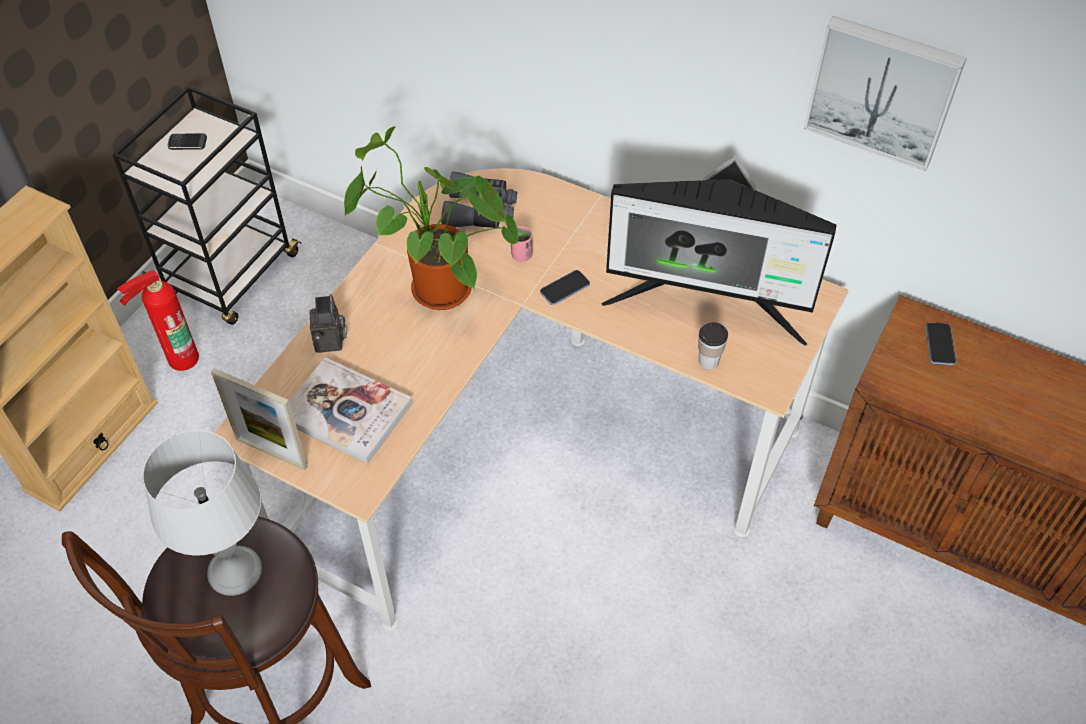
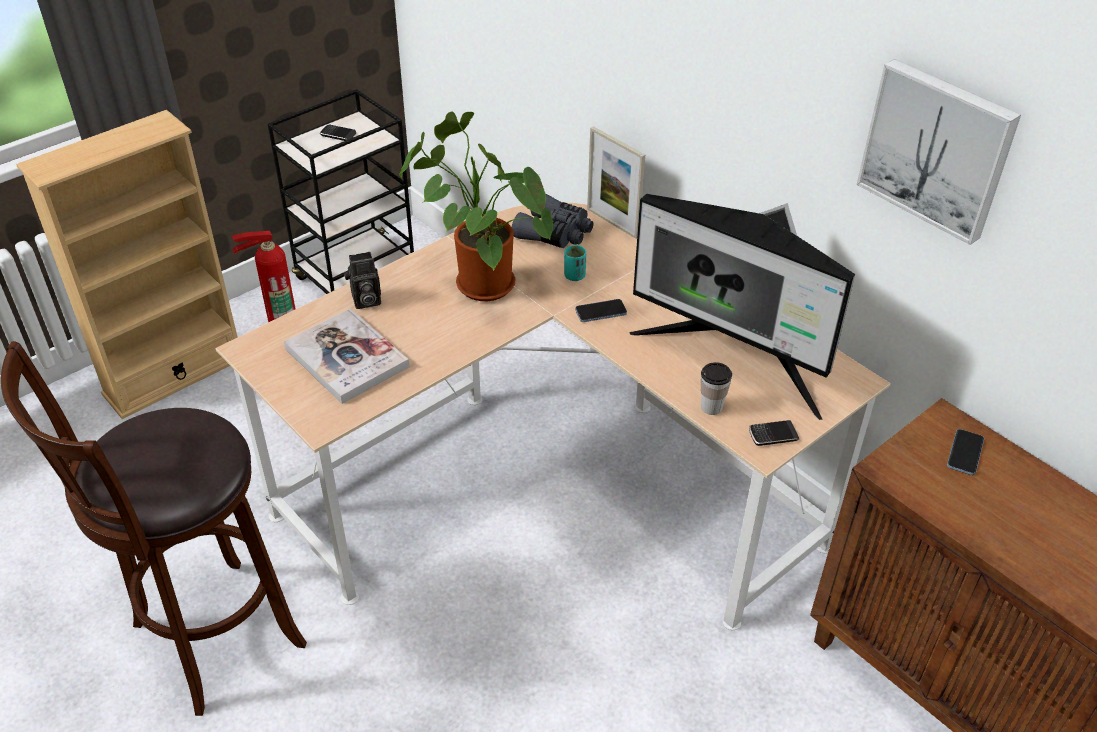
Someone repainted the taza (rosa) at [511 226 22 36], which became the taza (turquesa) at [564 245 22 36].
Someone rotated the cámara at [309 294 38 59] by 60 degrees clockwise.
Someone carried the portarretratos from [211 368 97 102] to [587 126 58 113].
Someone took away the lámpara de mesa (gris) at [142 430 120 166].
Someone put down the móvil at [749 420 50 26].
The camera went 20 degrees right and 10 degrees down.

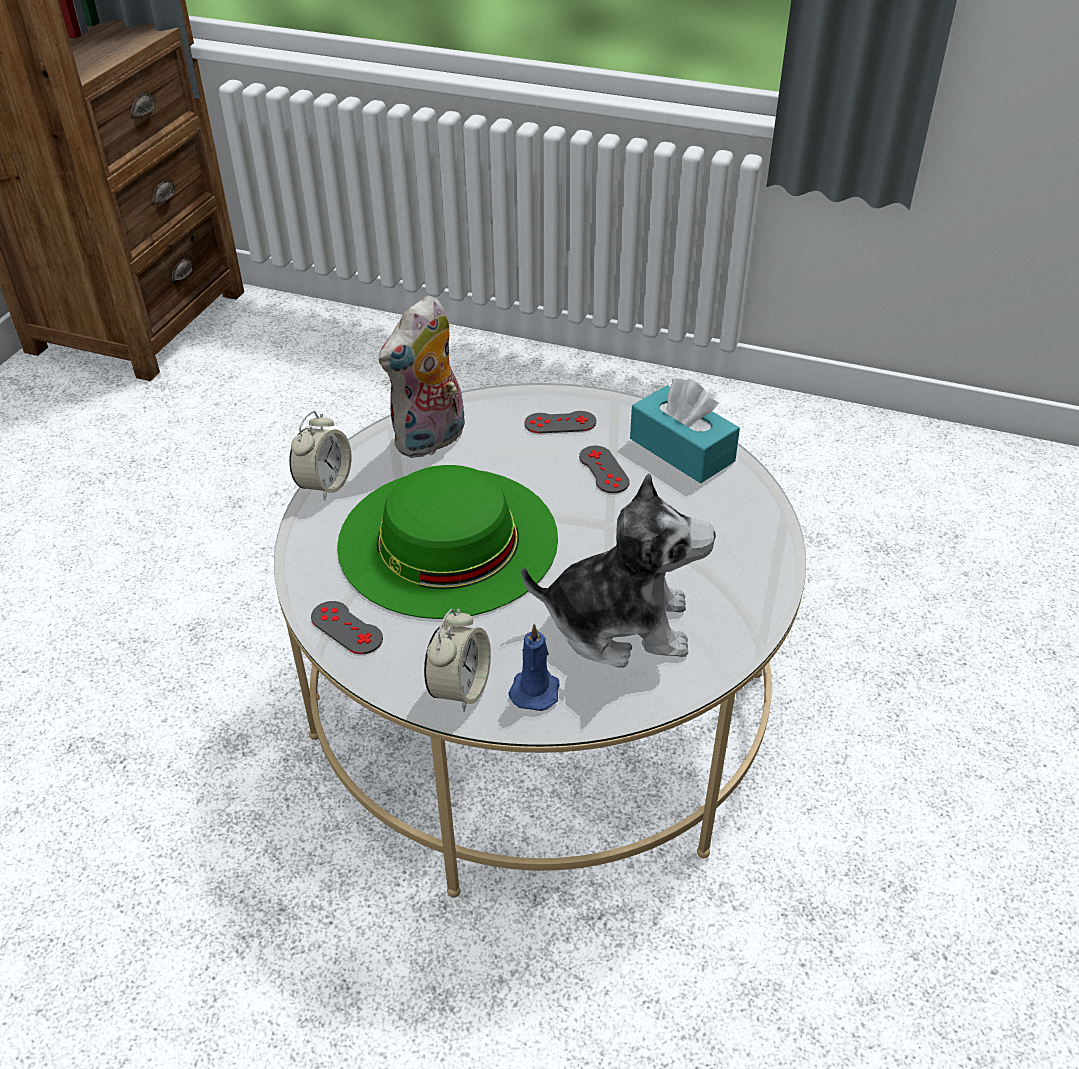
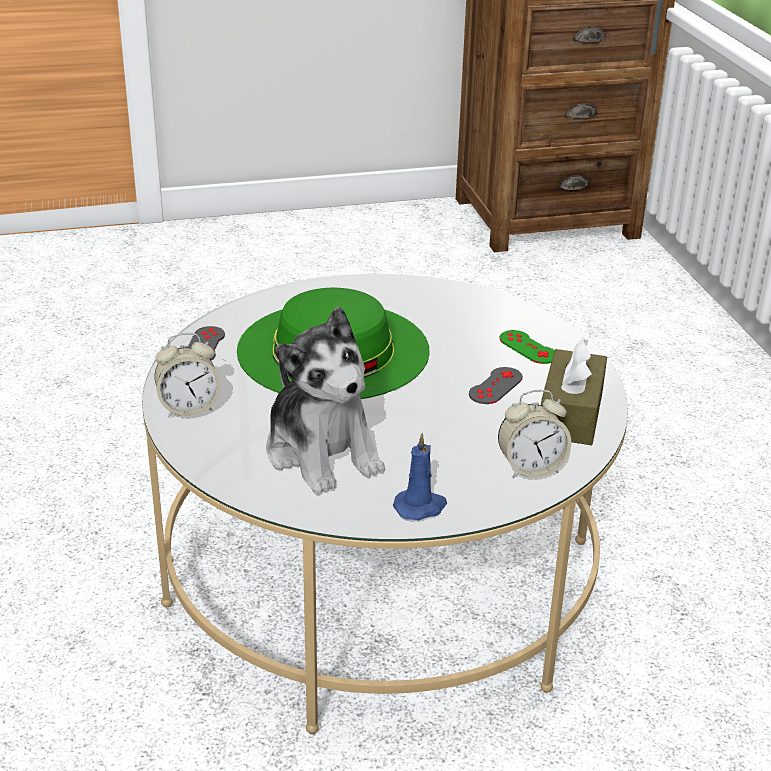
Someone took away the peluche at [379 295 86 163].
Someone repainted the caja de pañuelos (turquesa) at [630 378 110 105], which became the caja de pañuelos (marrón) at [541 338 66 107].
Someone carried the despertador from [289 411 62 90] to [498 390 73 88].
Someone repainted the mando de consola (gris) at [524 411 72 22], which became the mando de consola (verde) at [500 330 54 34].
Someone carried the vela (azul) from [508 623 51 88] to [393 433 54 88].
The camera went 55 degrees right and 10 degrees down.

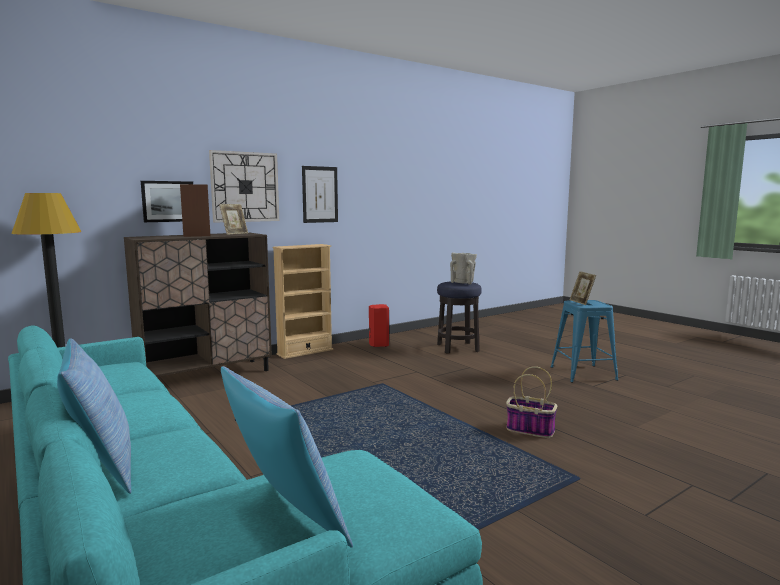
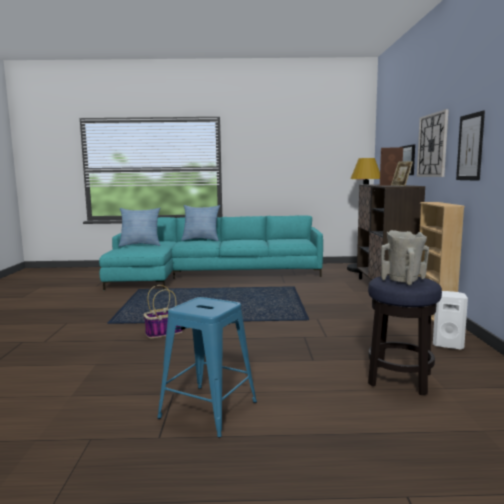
Someone took away the portarretratos at [569 271 27 34].
Someone repainted the altavoz (rojo) at [369 304 20 43], which became the altavoz (blanco) at [433 291 35 58].
The camera went 125 degrees right and 0 degrees up.

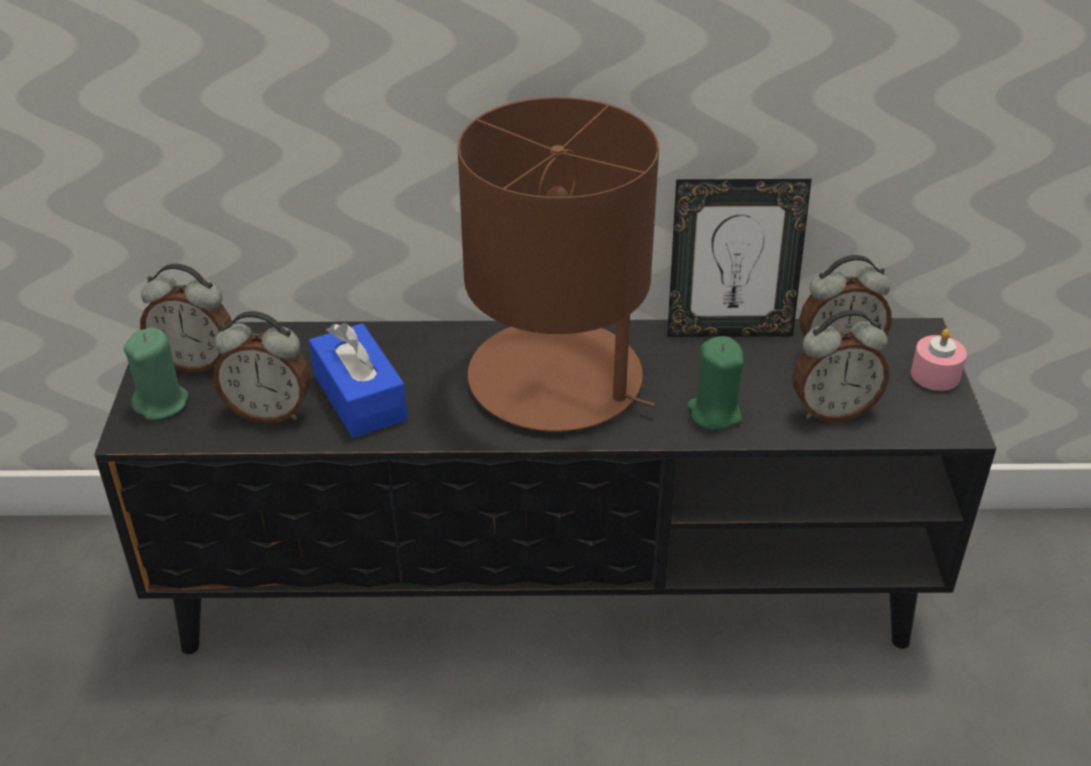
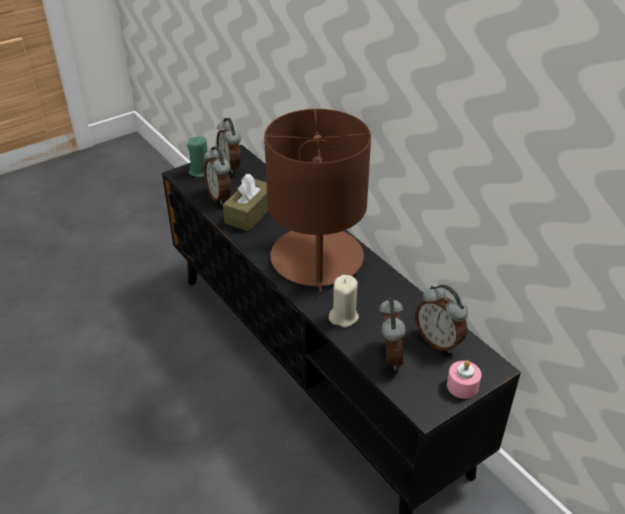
Someone took away the portarretratos at [667 179 145 158].
Someone rotated the despertador at [792 310 97 112] by 135 degrees counterclockwise.
Someone repainted the caja de pañuelos (azul) at [309 323 99 115], which became the caja de pañuelos (marrón) at [223 174 45 57].
Someone repainted the vela (verde) at [687 336 57 95], which became the vela (beis) at [329 275 30 53].
The camera went 55 degrees right and 0 degrees up.

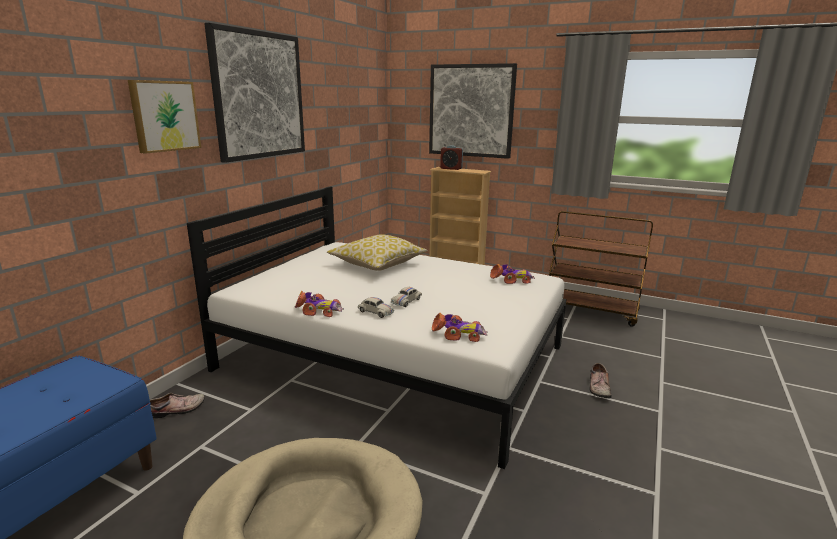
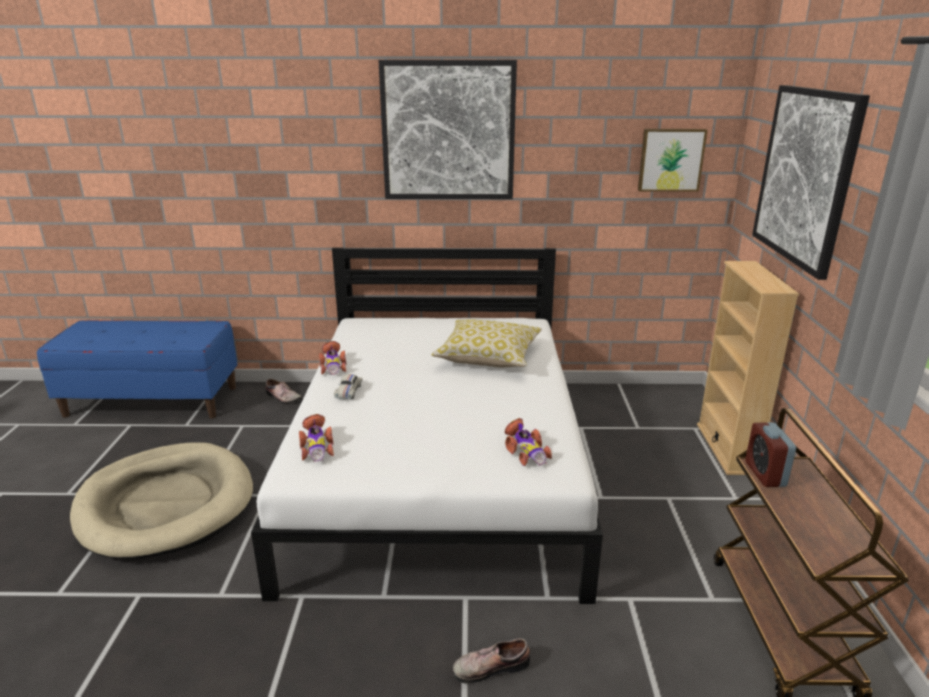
Someone carried the cuadro from [128 80 73 74] to [638 129 69 63].
Someone carried the despertador from [440 145 23 25] to [745 422 51 65].
Someone took away the coche de juguete (blanco) at [391 287 31 20].
The camera went 65 degrees right and 5 degrees up.

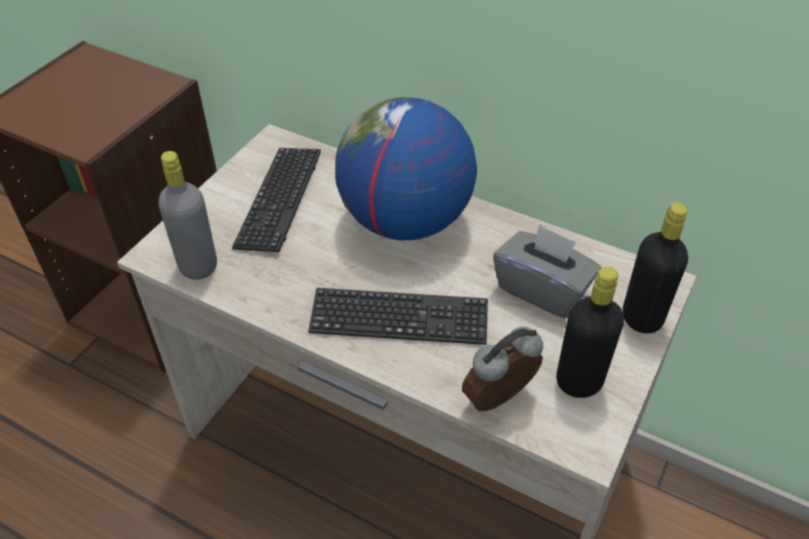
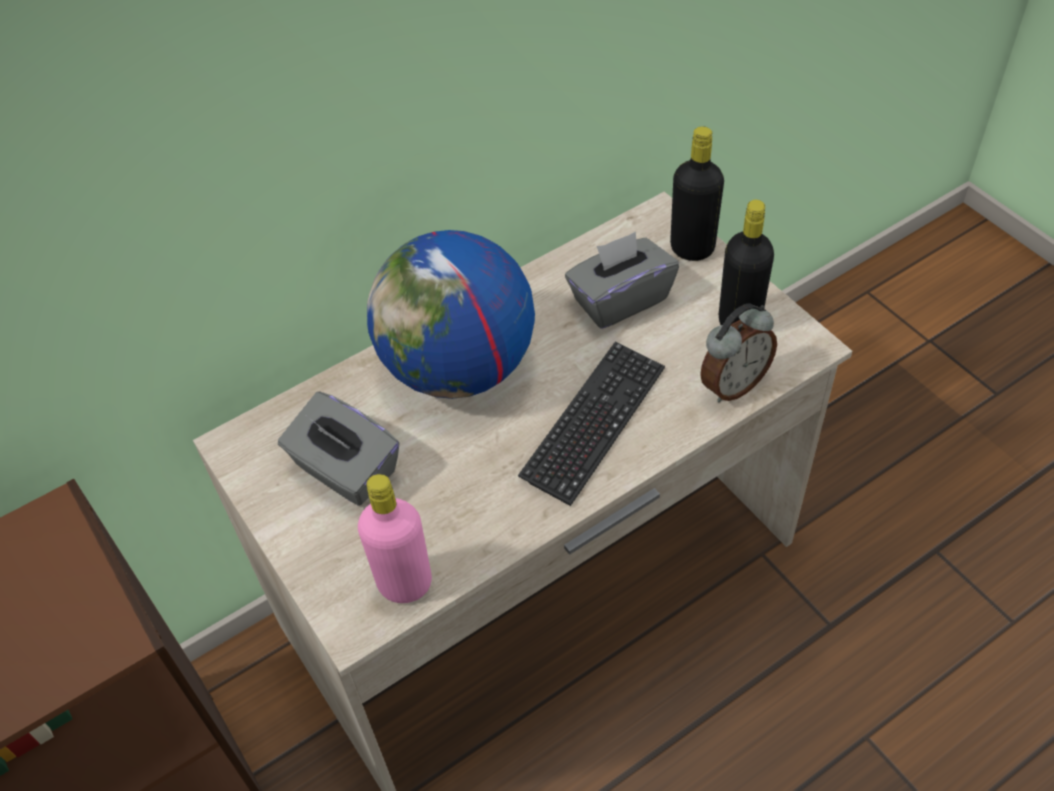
Someone swapped the teclado at [232 148 89 104] for the caja de pañuelos (gris) at [278 392 122 114].
Someone repainted the botella (gris) at [158 151 59 129], which became the botella (rosa) at [358 474 74 129].
Someone rotated the despertador at [462 327 81 84] by 120 degrees counterclockwise.
The camera went 60 degrees left and 5 degrees up.

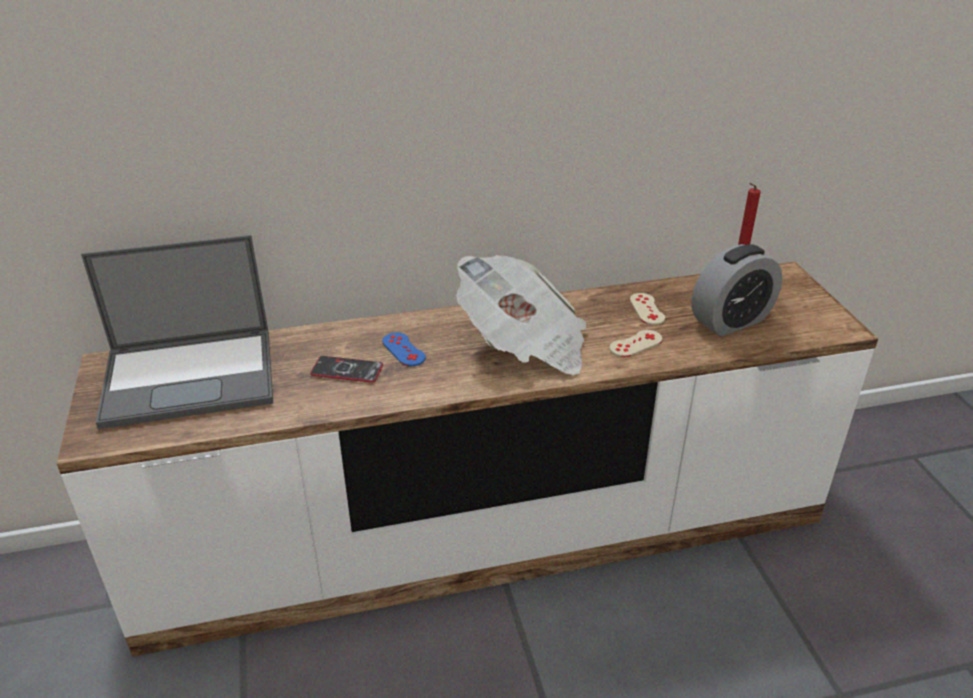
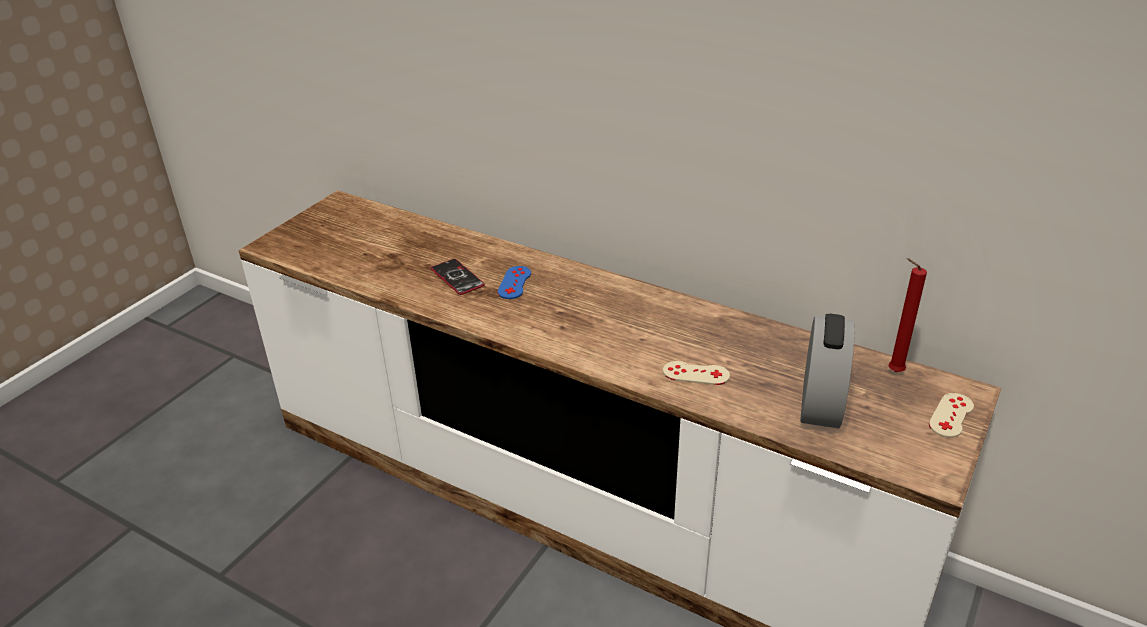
Someone took away the portátil at [81 235 192 194].
Someone rotated the despertador at [691 244 92 92] by 90 degrees counterclockwise.
Someone took away the periódico at [456 255 131 120].
Someone carried the mando de consola (beis) from [630 293 35 32] to [929 393 45 45].
The camera went 45 degrees right and 0 degrees up.

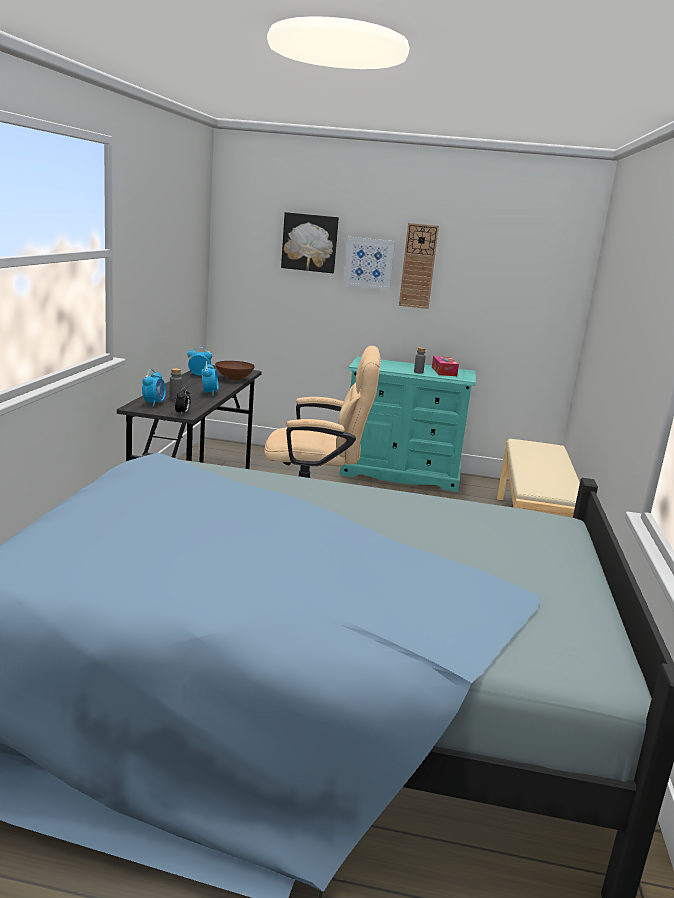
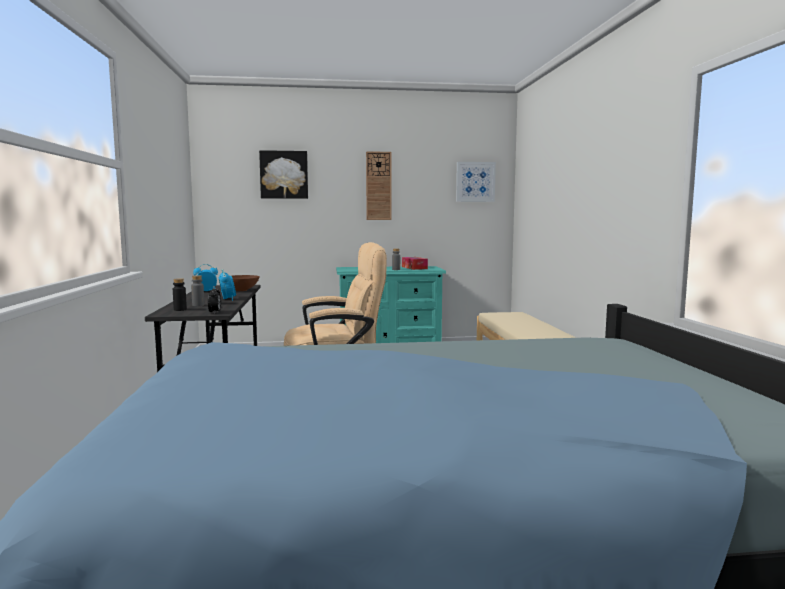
Someone carried the cuadro from [343 237 52 53] to [456 162 40 40].
Someone swapped the despertador at [142 369 24 38] for the botella (negro) at [173 278 14 33].
The camera went 15 degrees left and 10 degrees down.

